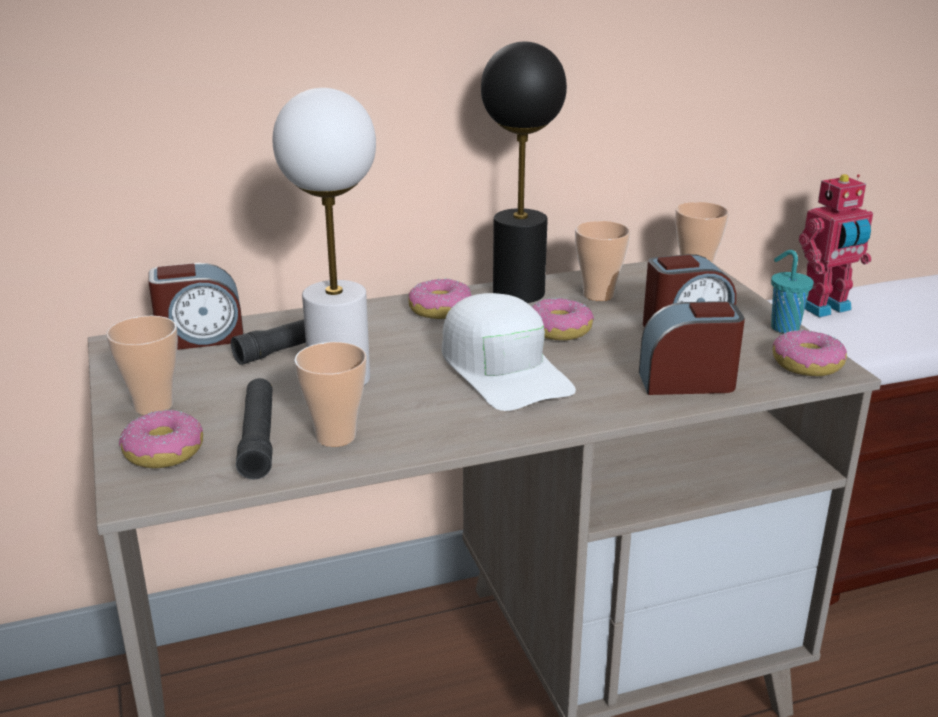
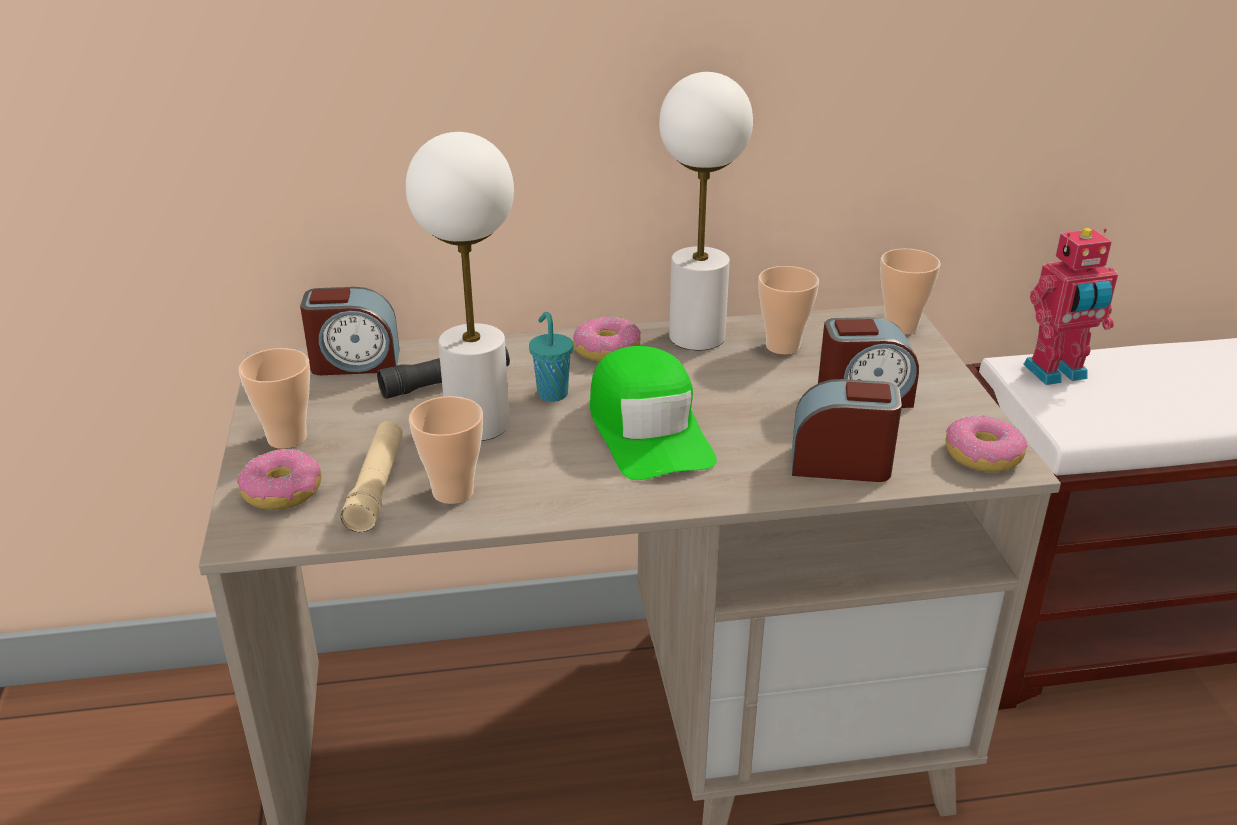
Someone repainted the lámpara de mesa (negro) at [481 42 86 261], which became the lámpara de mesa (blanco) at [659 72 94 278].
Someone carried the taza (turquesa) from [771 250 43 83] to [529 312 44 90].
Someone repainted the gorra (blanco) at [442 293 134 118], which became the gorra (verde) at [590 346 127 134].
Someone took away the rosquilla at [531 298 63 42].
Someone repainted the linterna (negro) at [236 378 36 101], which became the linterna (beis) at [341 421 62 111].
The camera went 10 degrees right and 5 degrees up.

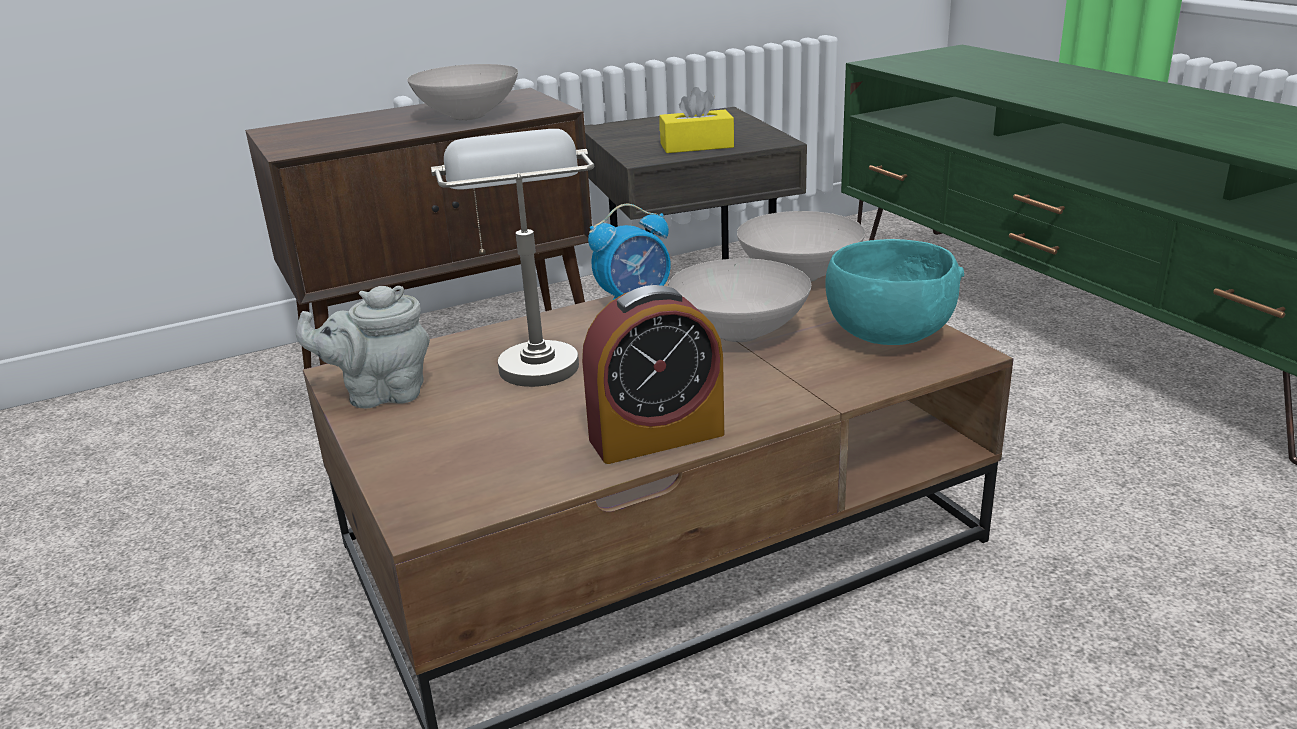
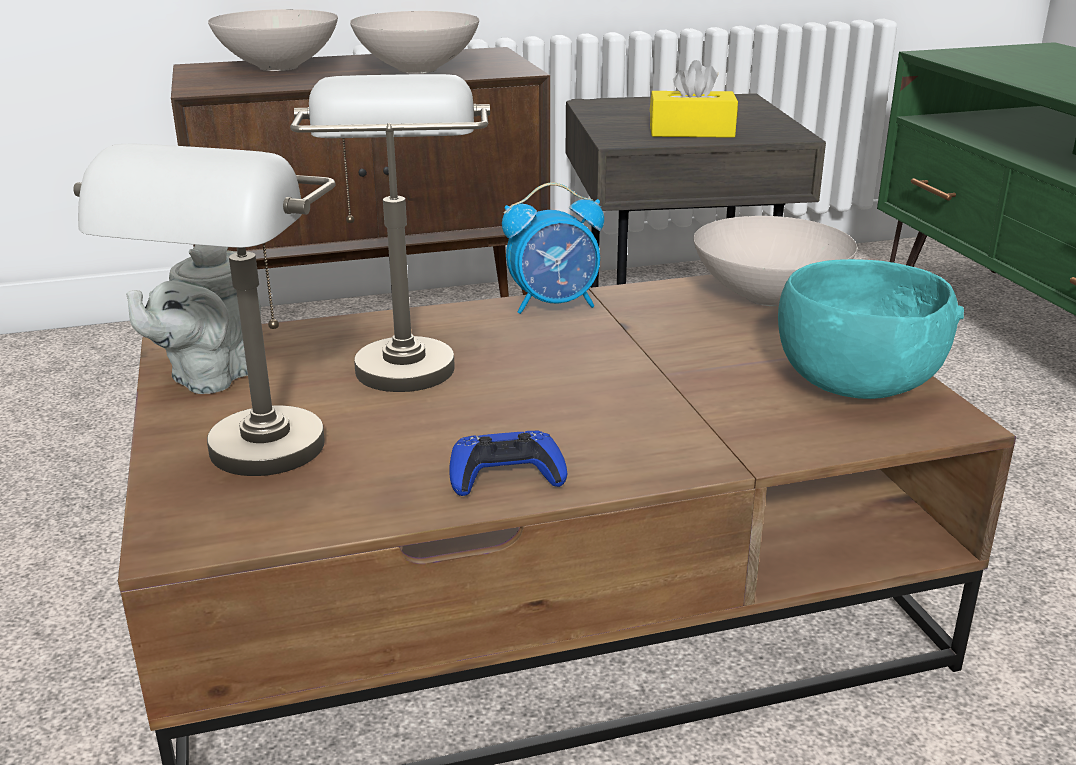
Someone carried the cuenco (blanco) from [668 258 143 84] to [208 9 130 62].
Someone swapped the despertador at [582 285 142 179] for the mando de consola (azul) at [449 431 118 65].
Someone rotated the tetera (gris) at [296 286 134 122] by 60 degrees counterclockwise.
Someone put down the lámpara de mesa (gris) at [73 143 263 333].
The camera went 10 degrees right and 0 degrees up.

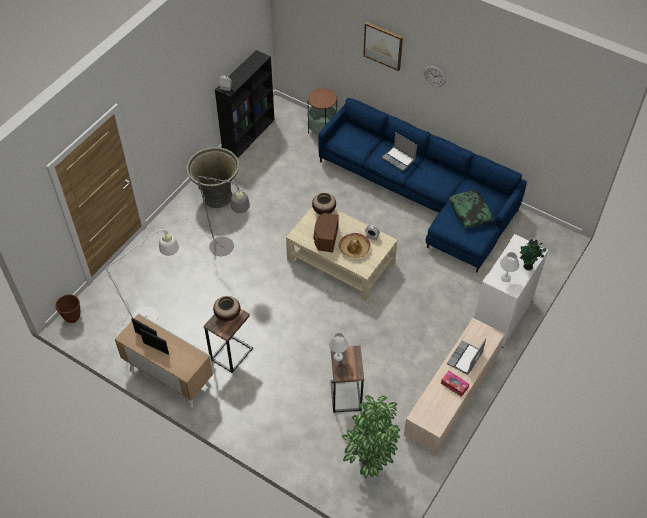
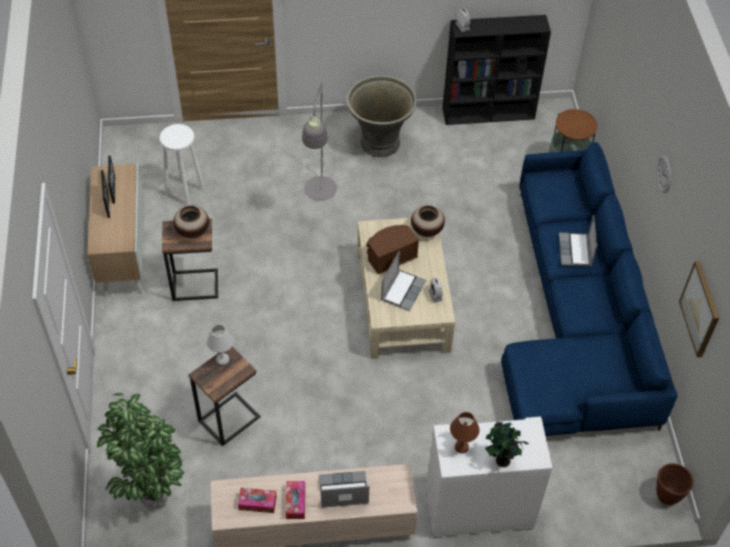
Someone carried the cuadro from [363 22 40 49] to [679 261 40 97].
Someone took away the cojín at [449 190 45 38].
Someone swapped the lámpara de pie (blanco) at [76 228 103 110] for the taburete (blanco) at [160 124 44 82].
Someone swapped the sombrero at [339 233 32 25] for the portátil at [381 251 45 60].
Someone repainted the lámpara de mesa (blanco) at [500 252 19 30], which became the lámpara de mesa (marrón) at [450 412 29 41].
Someone carried the maceta (marrón) from [55 294 25 29] to [656 463 38 42].
Someone put down the caja de pañuelos at [238 488 38 25].
The camera went 50 degrees right and 0 degrees up.

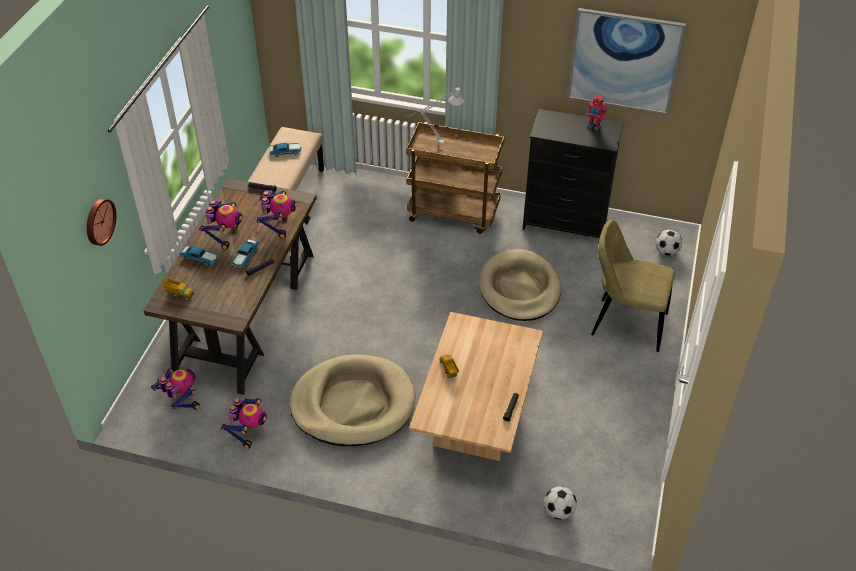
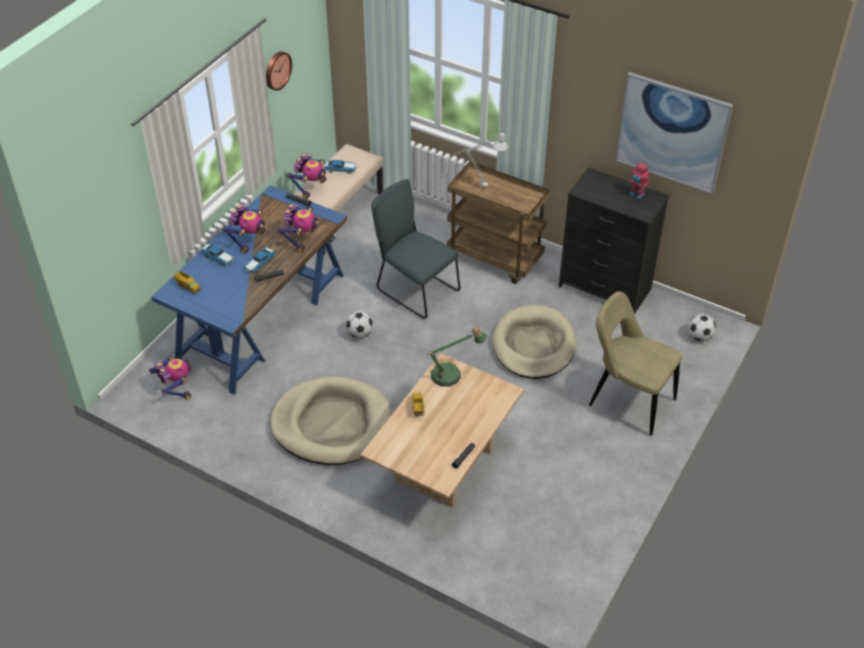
Someone repainted the escritorio (marrón) at [144 178 173 217], which became the escritorio (azul) at [151 185 196 210].
Someone carried the reloj de pared from [87 198 29 48] to [266 51 26 40].
Someone carried the robot de juguete from [221 396 46 53] to [287 153 39 46].
Someone carried the balón de fútbol from [544 486 33 34] to [346 311 27 27].
Someone put down the silla (gris) at [371 179 89 139].
Someone put down the lámpara de mesa at [427 326 60 61].
The camera went 15 degrees right and 0 degrees up.

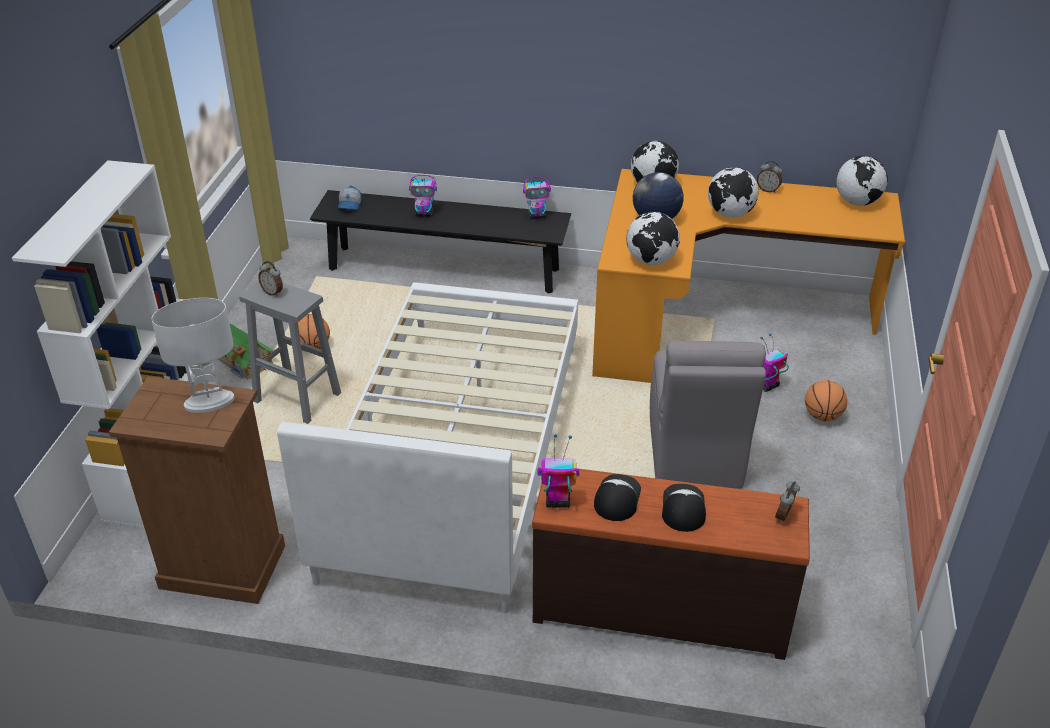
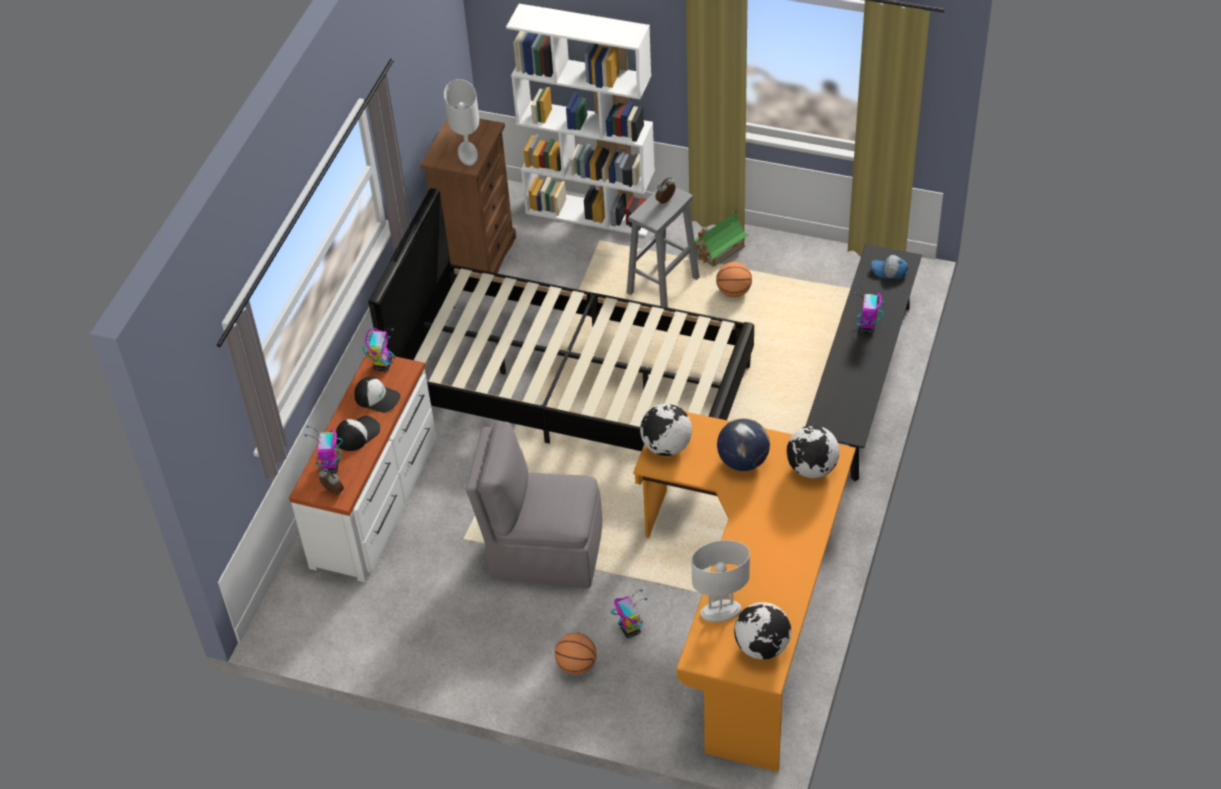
Someone took away the despertador at [757 161 25 32].
Someone took away the globo terráqueo at [708 167 51 51].
Someone carried the robot de juguete from [523 177 28 42] to [304 425 39 48].
Someone repainted the cama (blanco) at [277 282 301 332], which became the cama (negro) at [368 188 386 263].
Someone repainted the cómoda (marrón) at [532 469 278 191], which became the cómoda (blanco) at [289 351 148 231].
Someone rotated the gorra at [662 484 44 48] by 60 degrees counterclockwise.
Someone put down the lámpara de mesa (blanco) at [692 540 58 82].
The camera went 100 degrees right and 10 degrees up.

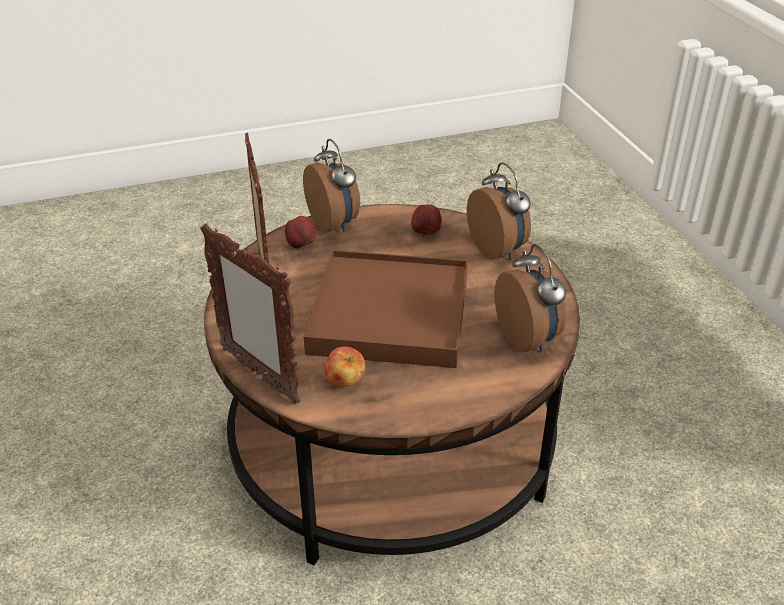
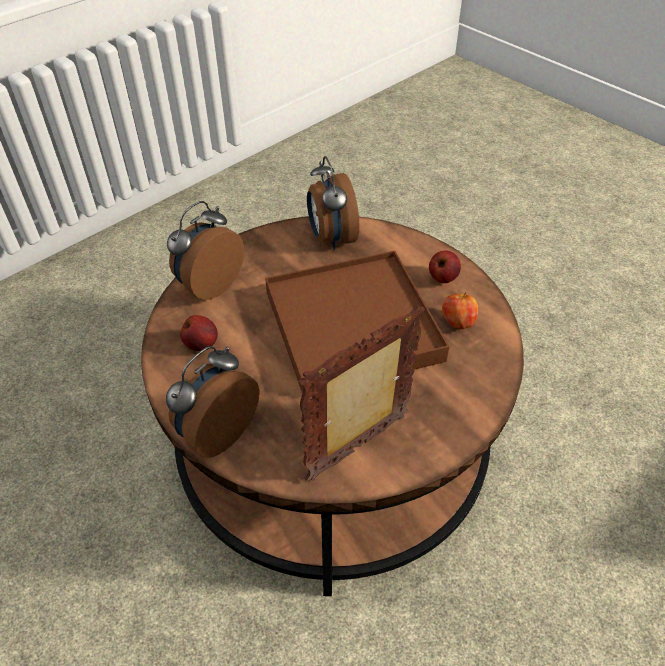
Someone carried the manzana from [285 216 31 33] to [429 251 32 32].
Someone took away the portarretratos at [200 223 101 181].
Someone rotated the despertador at [494 244 72 108] by 60 degrees counterclockwise.
The camera went 115 degrees left and 10 degrees up.

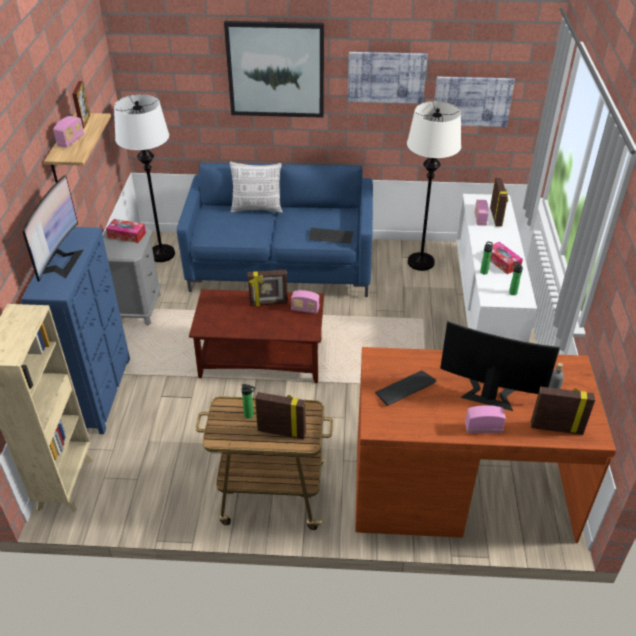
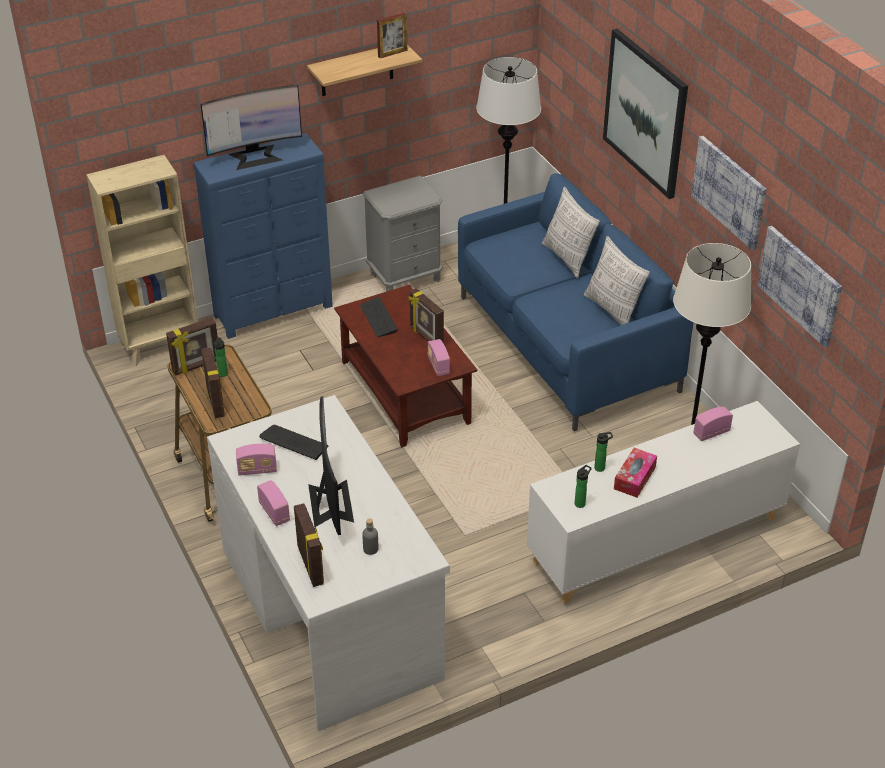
Someone carried the radio from [53 116 31 32] to [236 444 41 32].
Someone carried the portarretratos from [490 178 18 48] to [166 318 52 58].
Someone took away the caja de pañuelos at [106 219 40 24].
Someone carried the teclado from [309 228 44 16] to [360 297 38 40].
Someone repainted the escritorio (marrón) at [355 347 261 196], which became the escritorio (blanco) at [207 395 243 336].
Someone put down the cojín at [584 236 66 89].
The camera went 60 degrees right and 0 degrees up.

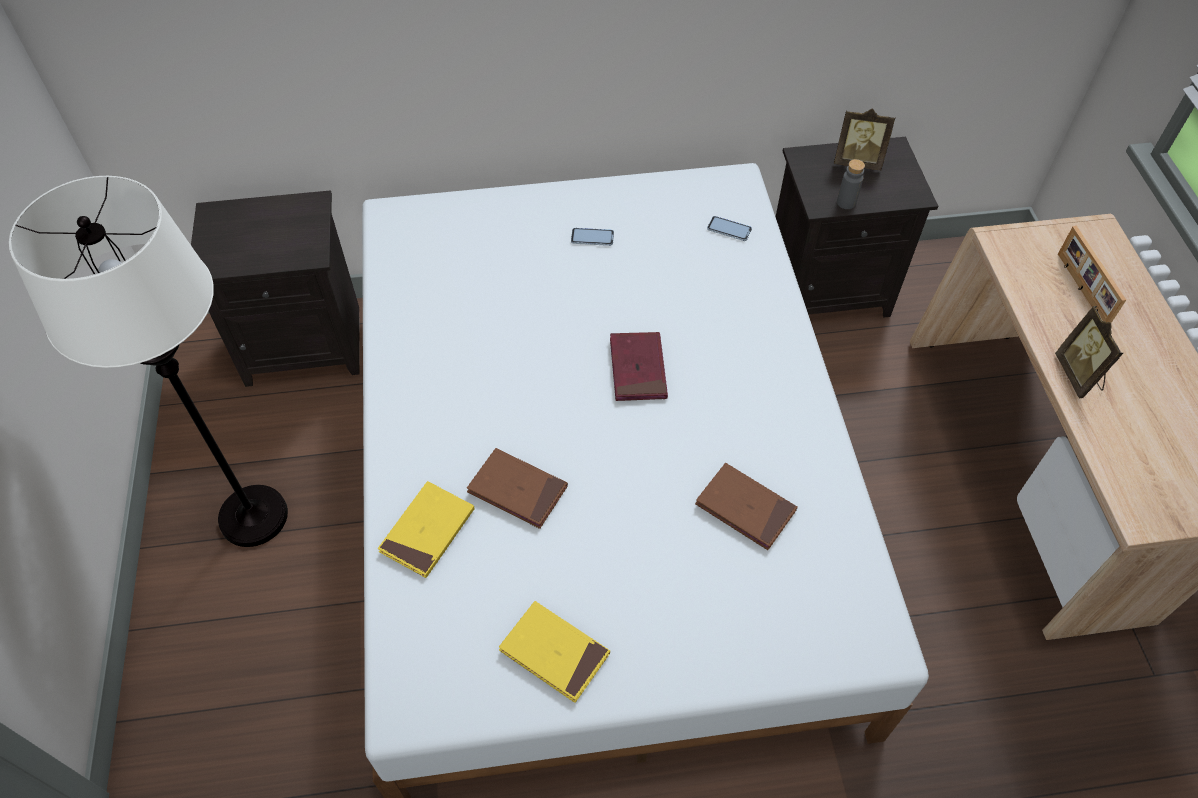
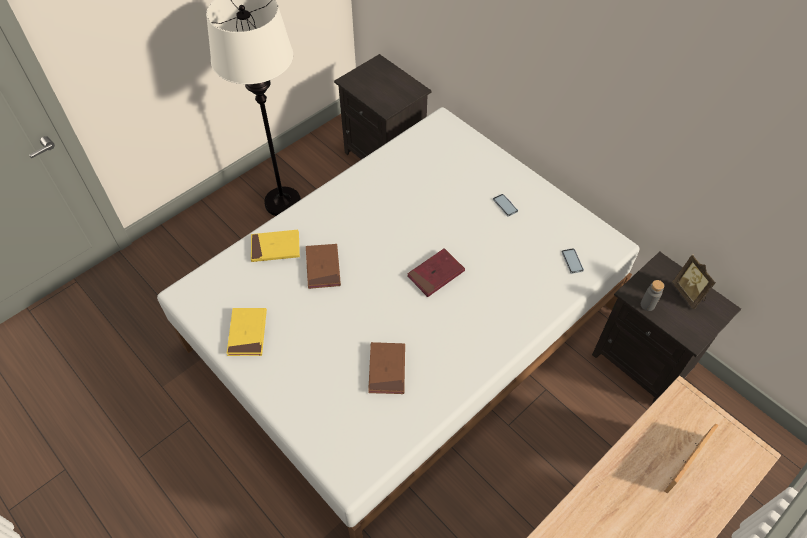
Someone took away the portarretratos at [1055 306 68 92].
The camera went 55 degrees right and 0 degrees up.

